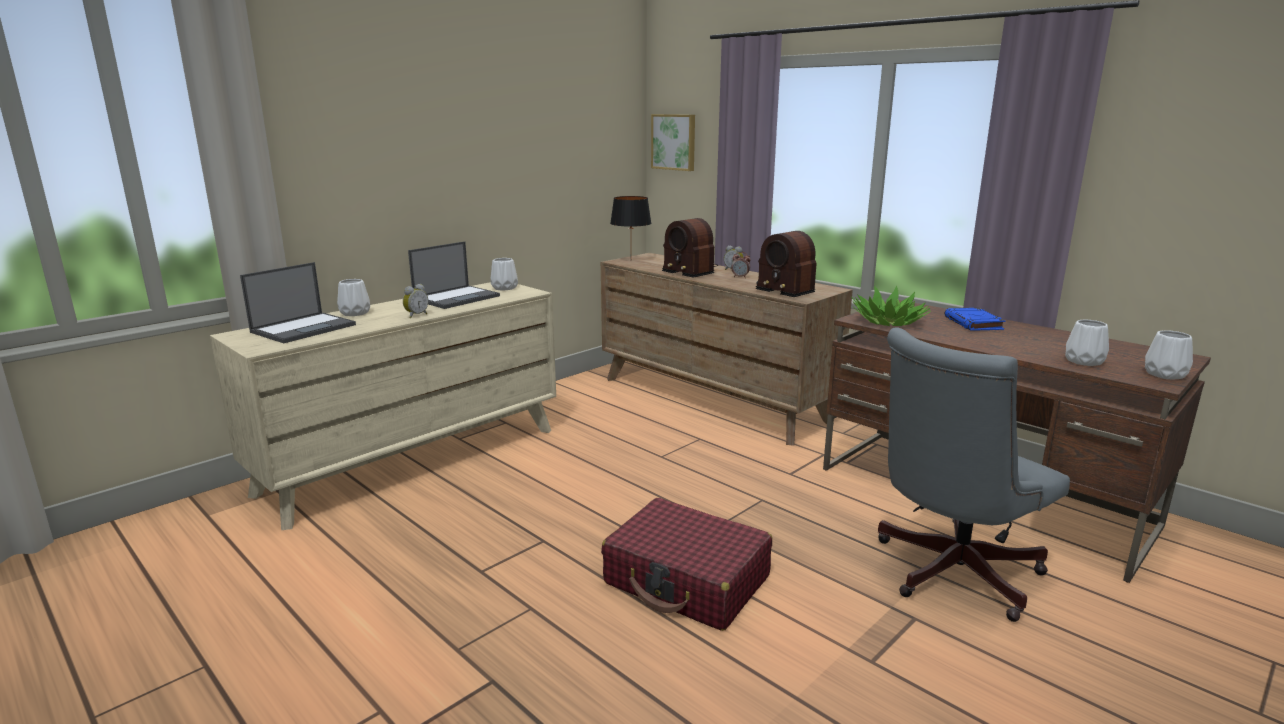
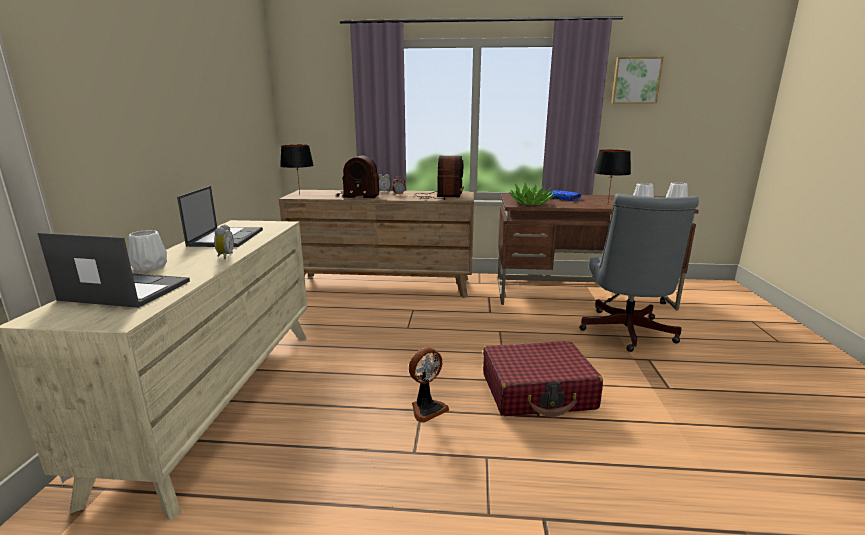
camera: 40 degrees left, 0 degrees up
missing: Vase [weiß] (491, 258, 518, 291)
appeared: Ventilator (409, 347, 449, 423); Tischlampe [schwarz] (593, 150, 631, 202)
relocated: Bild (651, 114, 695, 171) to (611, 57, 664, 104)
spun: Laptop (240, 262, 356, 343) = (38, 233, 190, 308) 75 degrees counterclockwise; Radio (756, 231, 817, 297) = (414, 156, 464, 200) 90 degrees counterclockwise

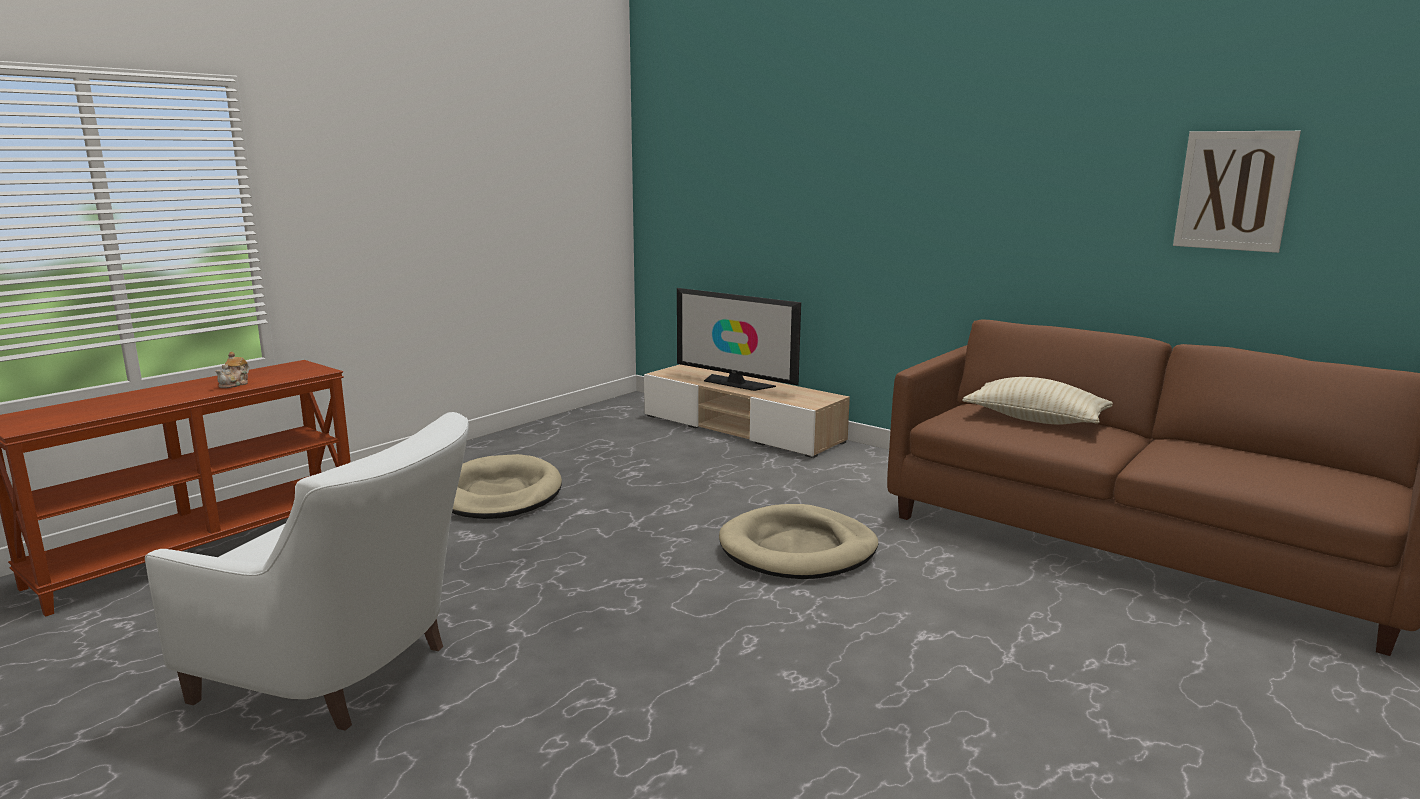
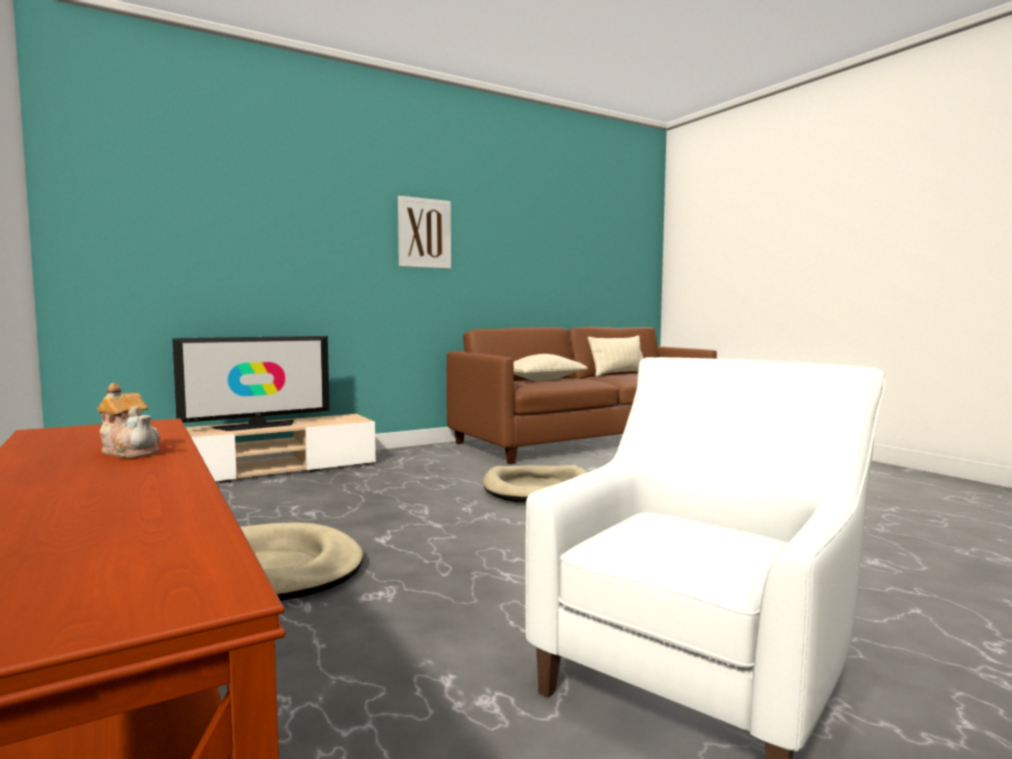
camera: 70 degrees left, 10 degrees down
appeared: Kissen [beige] (588, 336, 644, 377)
relocated: Bild (1173, 131, 1301, 253) to (398, 196, 451, 269)

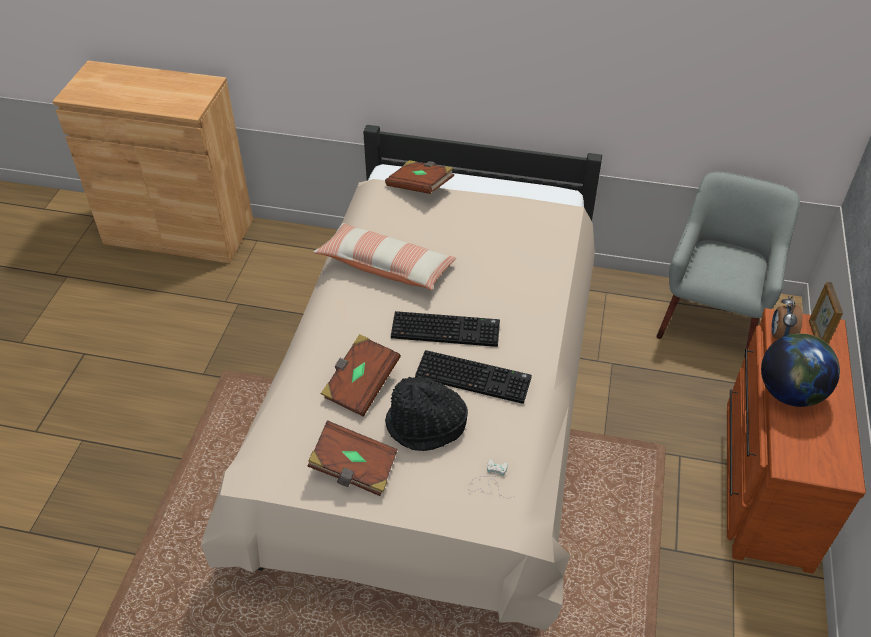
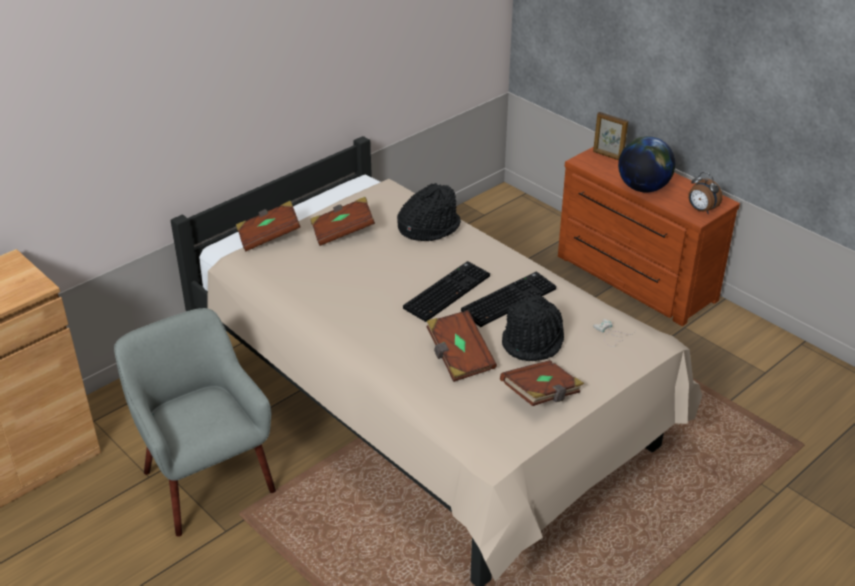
camera: 55 degrees left, 10 degrees down
missing: Kissen (313, 223, 456, 290)
appeared: Buch [braun] (310, 197, 375, 246); Hut [schwarz] (397, 183, 461, 241)
relocated: Sessel [grau] (656, 172, 800, 357) to (114, 308, 276, 537); Wecker (771, 296, 802, 339) to (688, 172, 723, 214)

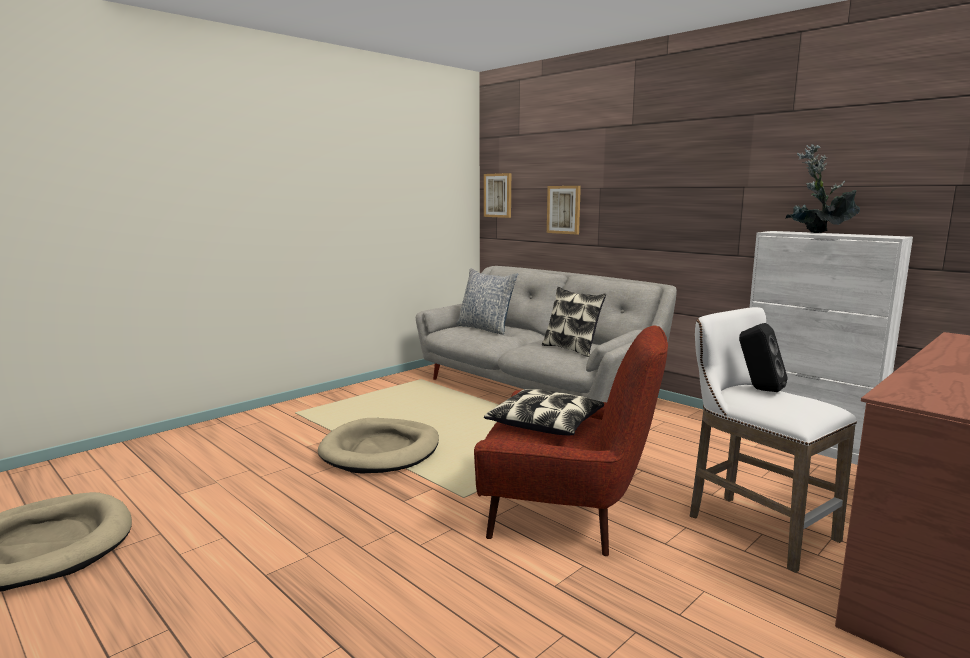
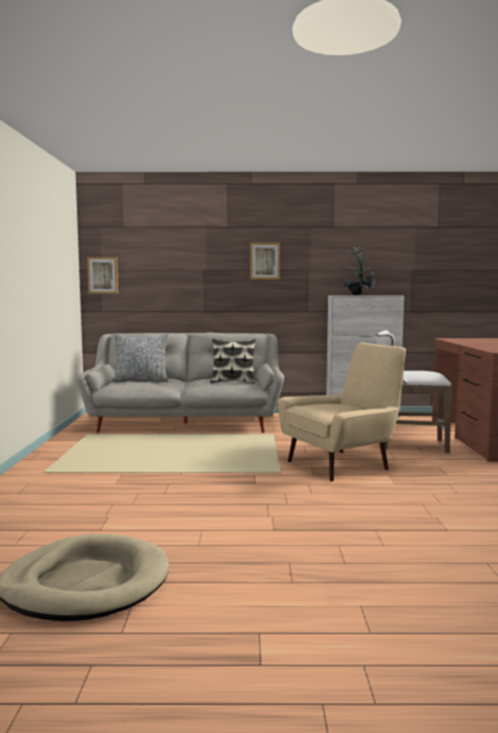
camera: 45 degrees left, 5 degrees down
missing: Hundebett [beige] (318, 418, 439, 474); Kissen (484, 389, 604, 435); Lautsprecher [schwarz] (739, 323, 787, 392)
relocated: Bild (547, 186, 581, 235) to (250, 243, 280, 279)
colour: Sessel [rot] (474, 325, 668, 556) to Sessel [beige] (278, 342, 406, 481)

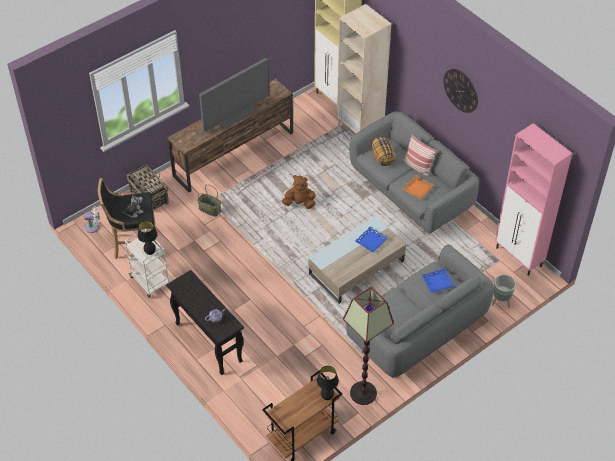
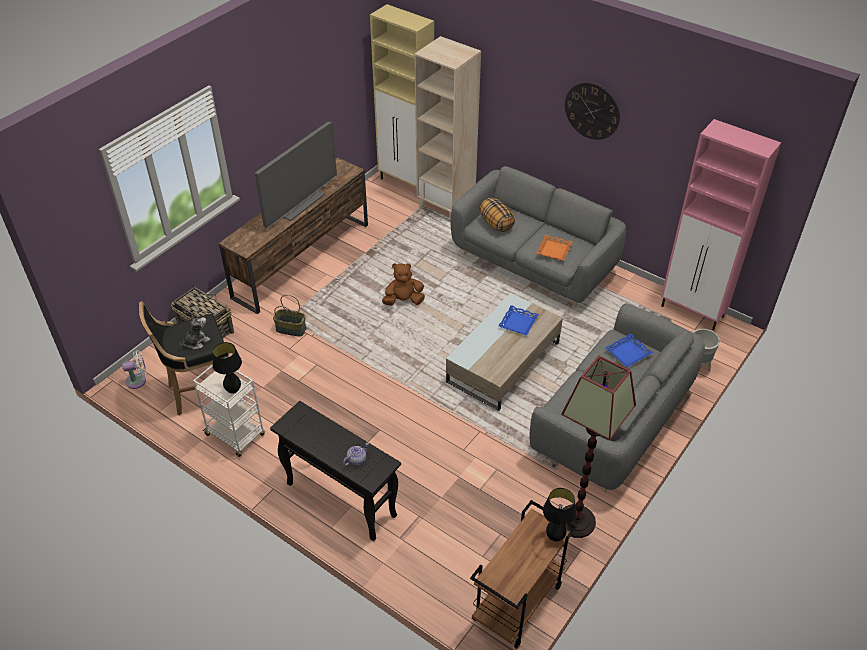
camera: 15 degrees left, 5 degrees down
missing: Kissen (402, 135, 437, 177)

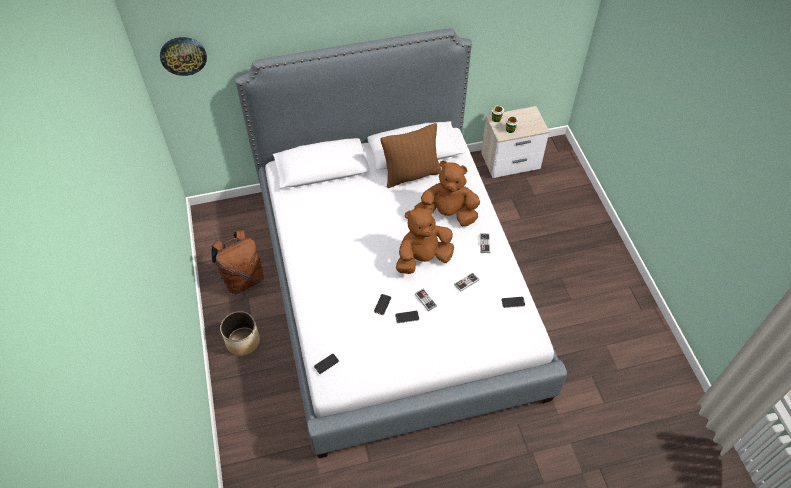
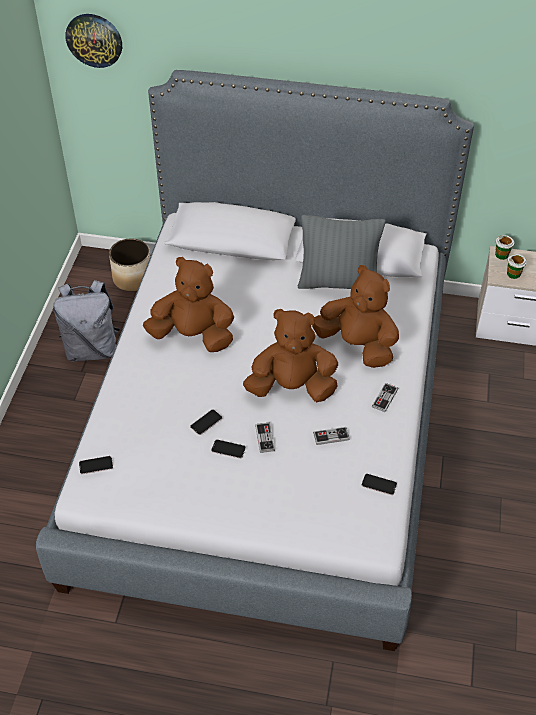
camera: 25 degrees right, 5 degrees down
appeared: Plüschtier [braun] (143, 257, 234, 352)
relocated: Pflanzkübel (220, 311, 260, 356) to (109, 238, 150, 291)
colour: Rucksack [braun] (211, 230, 264, 294) to Rucksack [grau] (53, 280, 120, 362); Kissen [braun] (380, 123, 442, 188) to Kissen [grau] (298, 215, 385, 289)

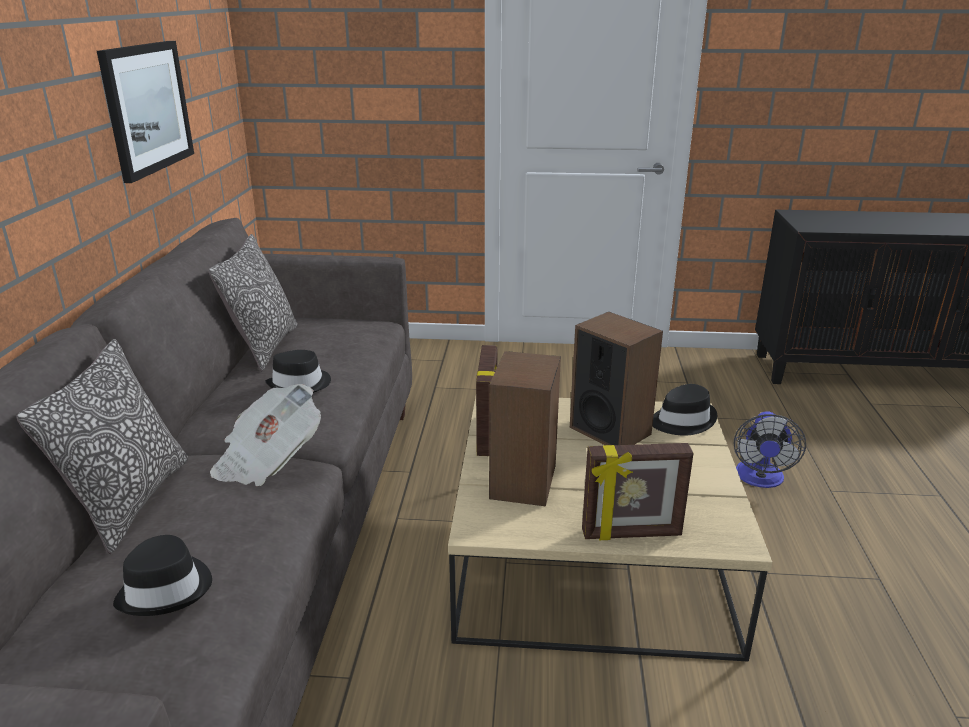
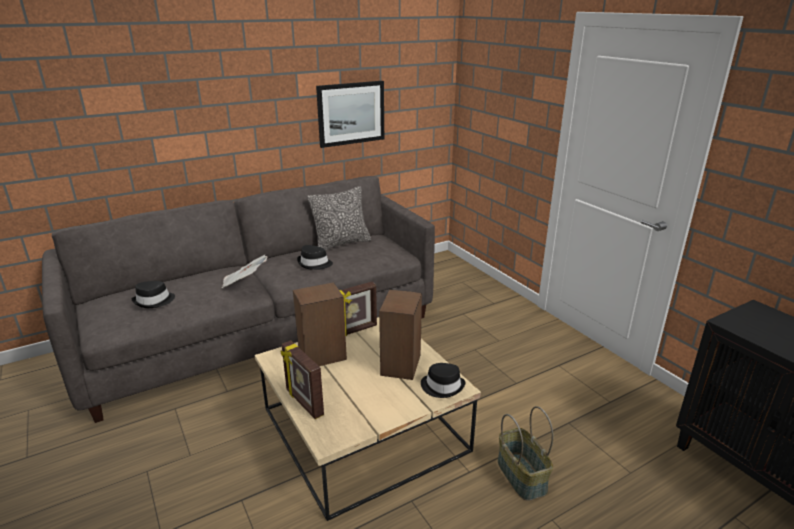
camera: 55 degrees right, 0 degrees up
missing: Kissen (16, 339, 188, 554)
exchanged: Ventilator (734, 411, 806, 488) to Korb (498, 406, 554, 501)

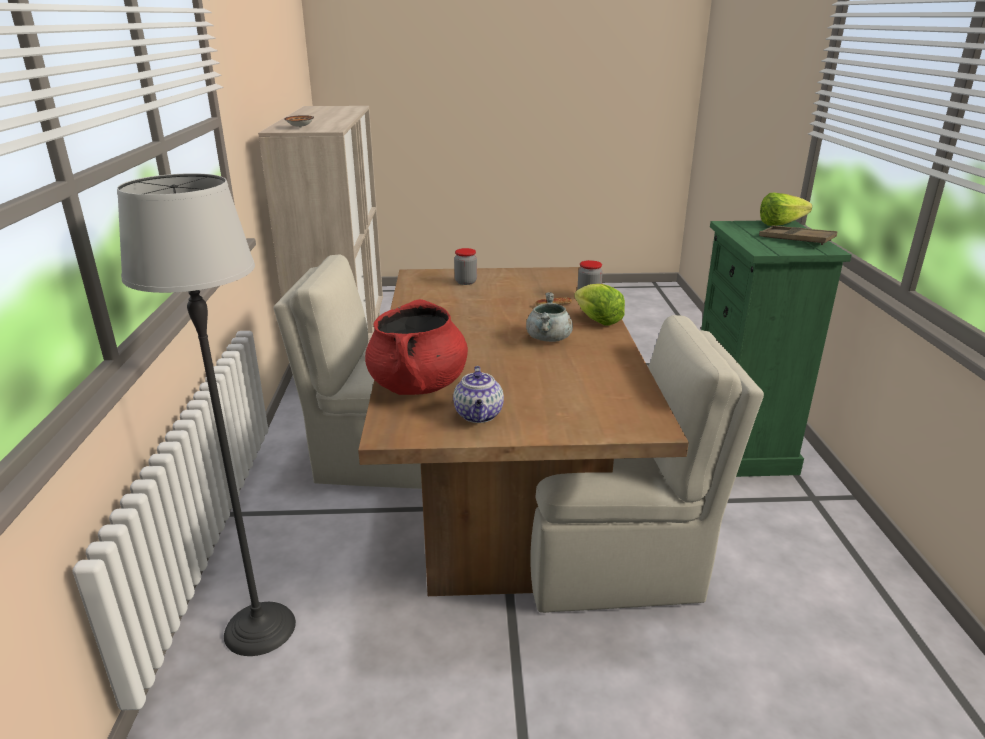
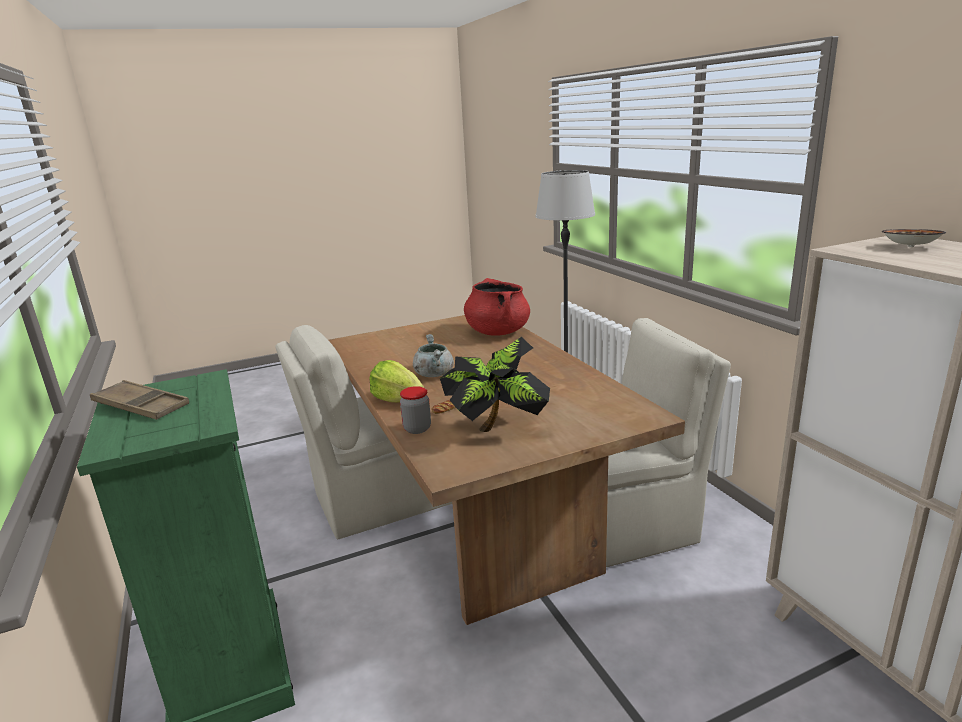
camera: 160 degrees right, 5 degrees down
missing: Teekanne (453, 366, 504, 423); Vorratsglas (454, 248, 477, 285); Salatkopf (760, 193, 812, 226)
appeared: Topfpflanze (440, 337, 550, 432)

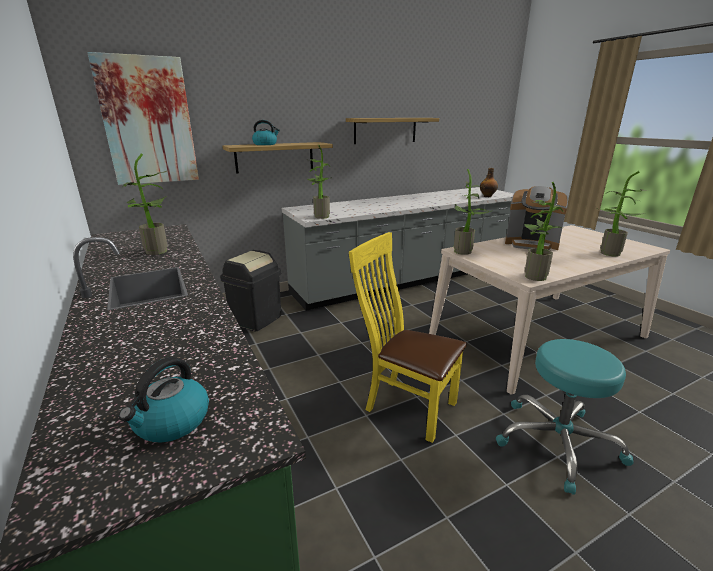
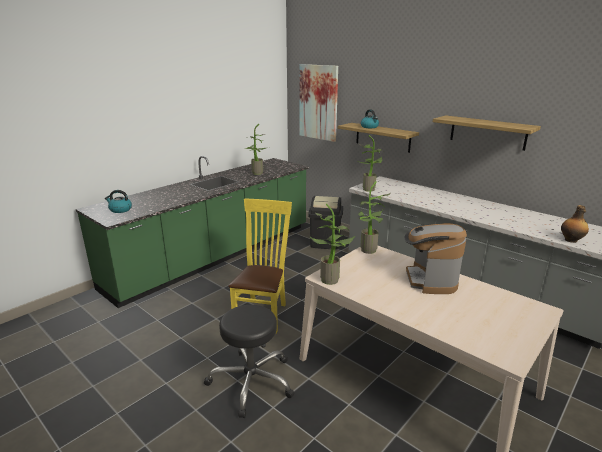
camera: 70 degrees right, 0 degrees up
missing: Topfpflanze (600, 171, 647, 257)
colour: Hocker [türkis] (496, 339, 634, 495) to Hocker [schwarz] (204, 305, 294, 418)

